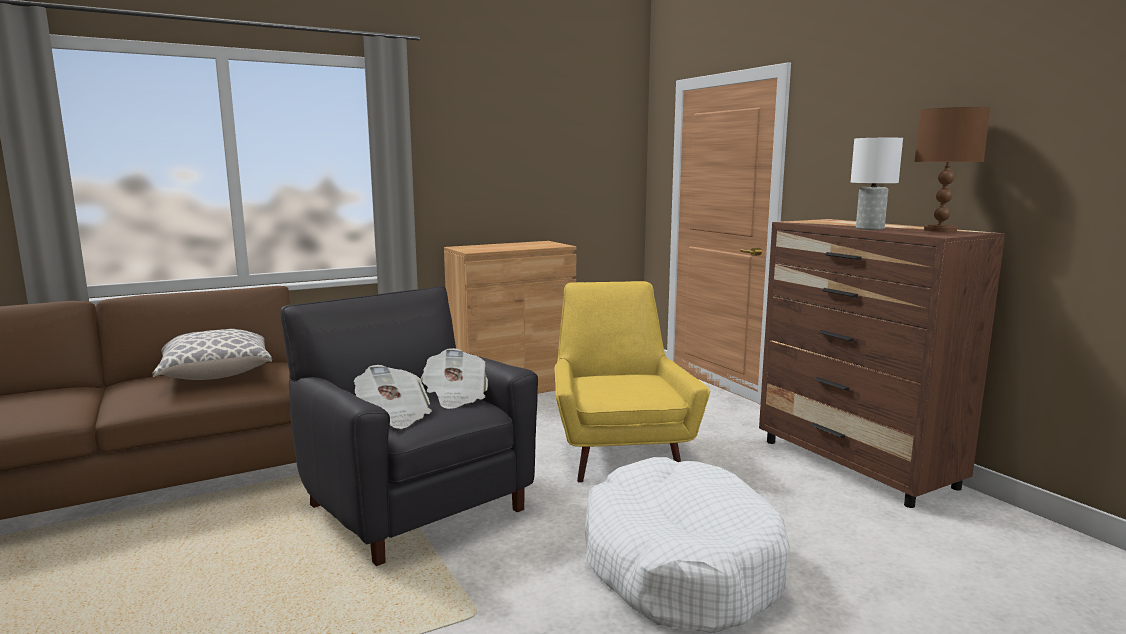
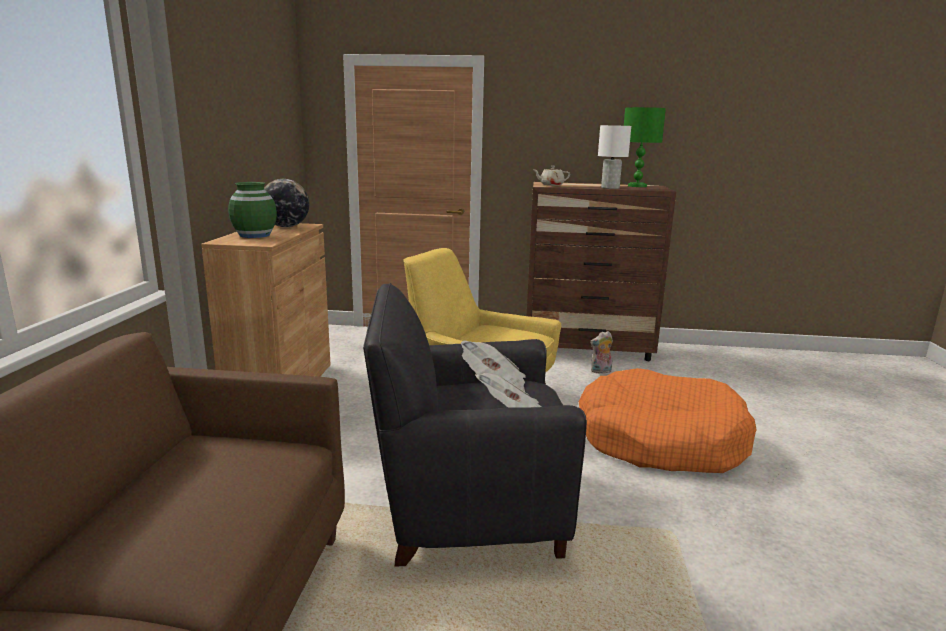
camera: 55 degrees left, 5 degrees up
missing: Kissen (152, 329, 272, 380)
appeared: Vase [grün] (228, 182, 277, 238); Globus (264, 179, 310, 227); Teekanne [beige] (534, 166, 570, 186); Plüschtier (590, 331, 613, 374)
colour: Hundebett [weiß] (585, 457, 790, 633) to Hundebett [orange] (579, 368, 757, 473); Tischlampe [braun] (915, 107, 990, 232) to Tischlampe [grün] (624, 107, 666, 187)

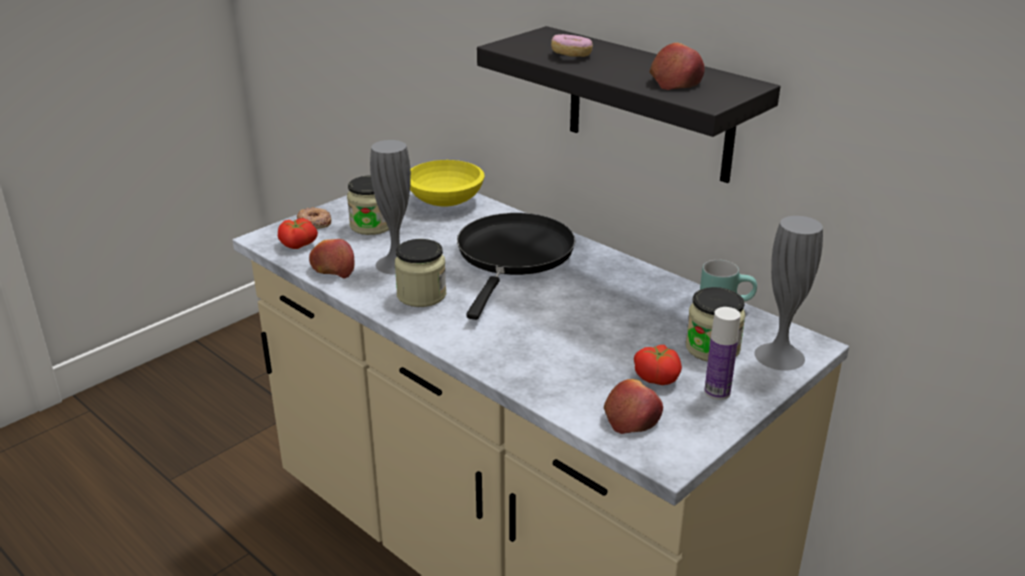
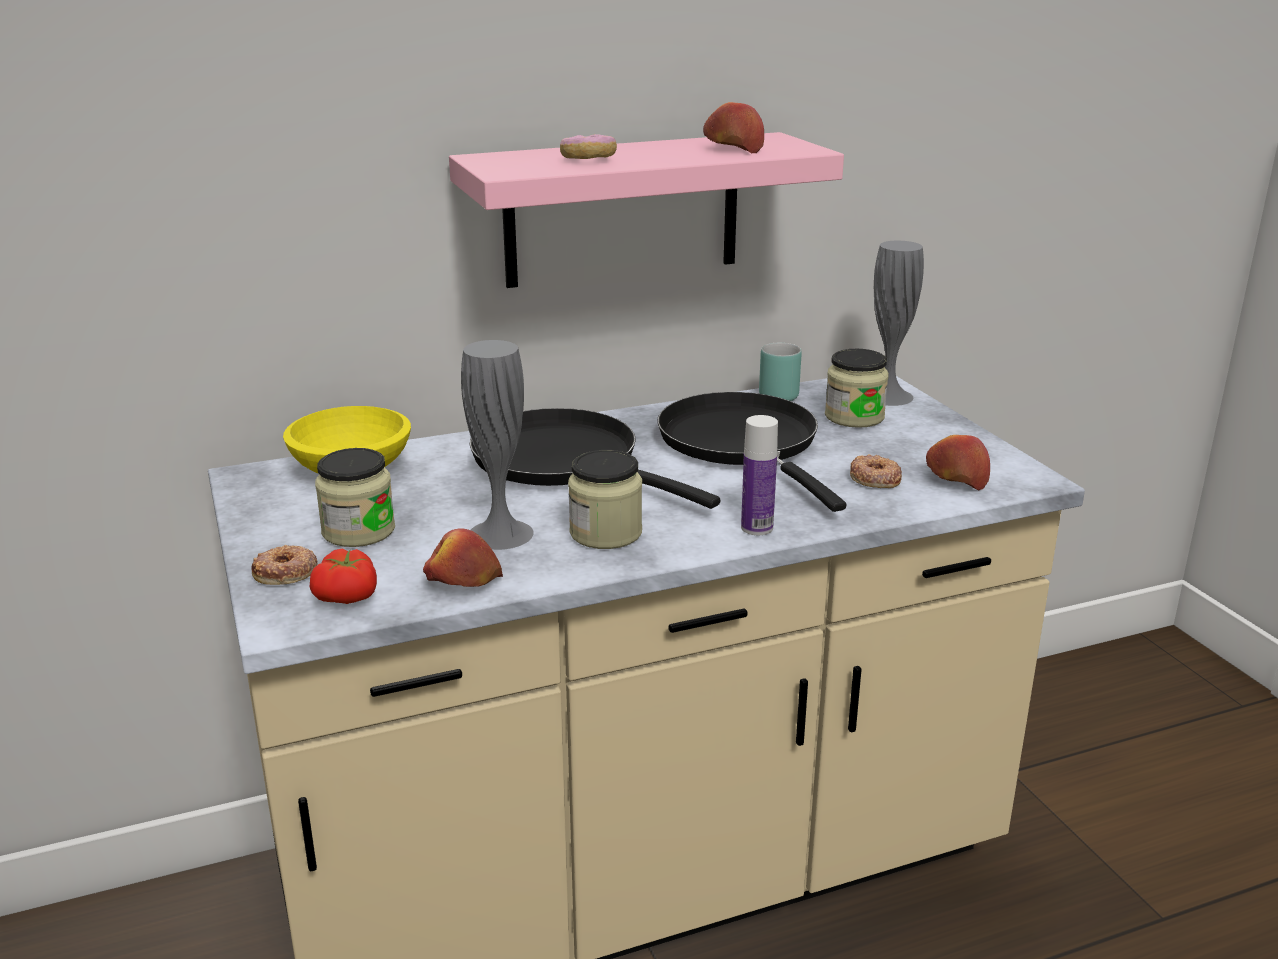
camera: 65 degrees left, 5 degrees down
missing: Tomate (634, 345, 682, 385)
appeared: Pfanne [schwarz] (657, 392, 846, 512); Donut (850, 454, 902, 488)
relocated: Flasche (704, 307, 741, 400) to (741, 415, 778, 535)
colour: Wandregal [schwarz] (477, 26, 780, 183) to Wandregal [rosa] (449, 132, 844, 288)

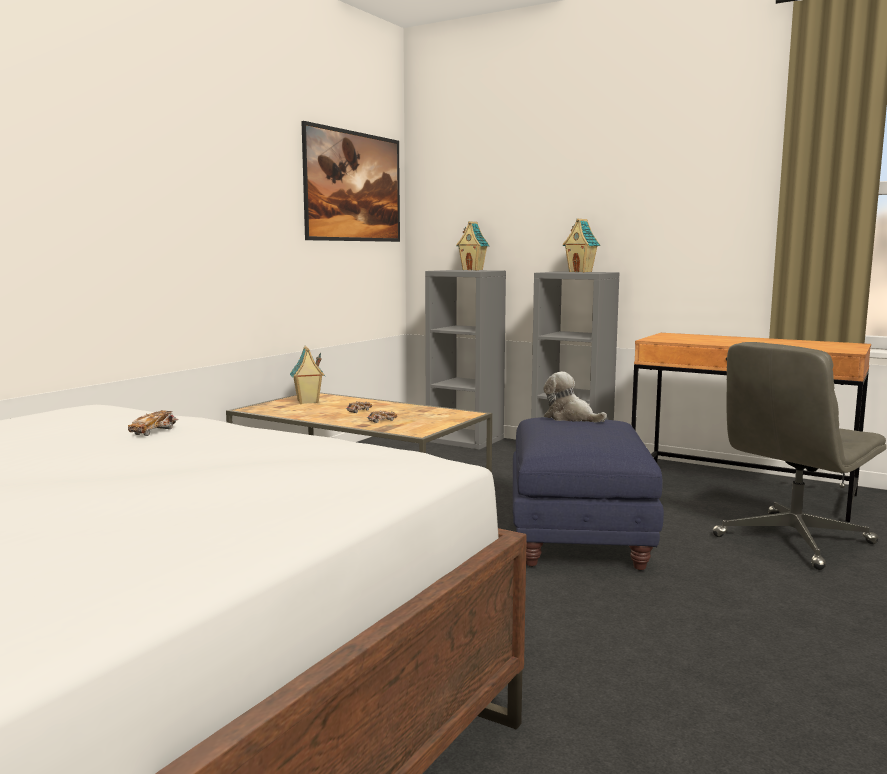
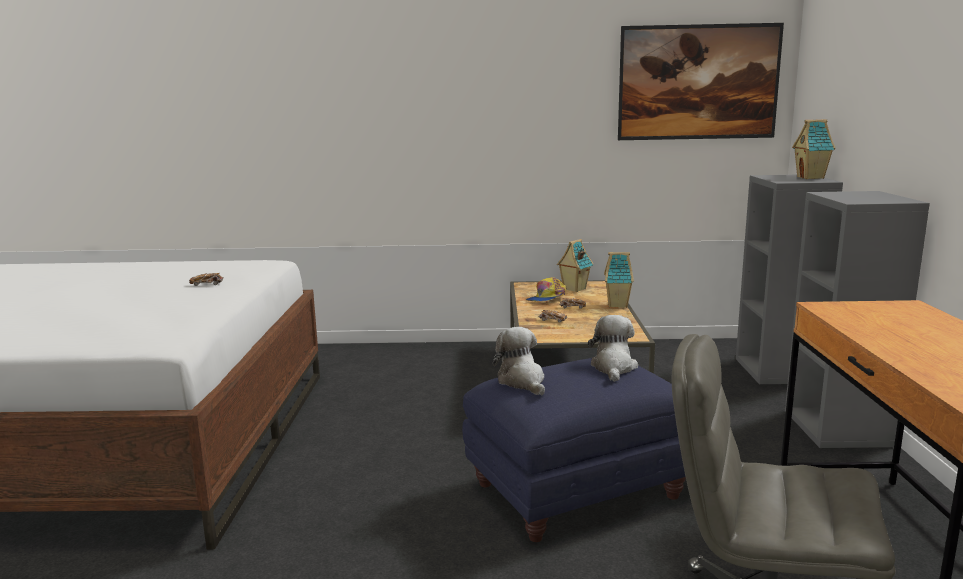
camera: 60 degrees right, 5 degrees up
appeared: Plüschtier (493, 327, 545, 395); Kappe (526, 277, 566, 301)
relocated: Spielzeughaus (562, 218, 600, 272) to (604, 252, 634, 308)

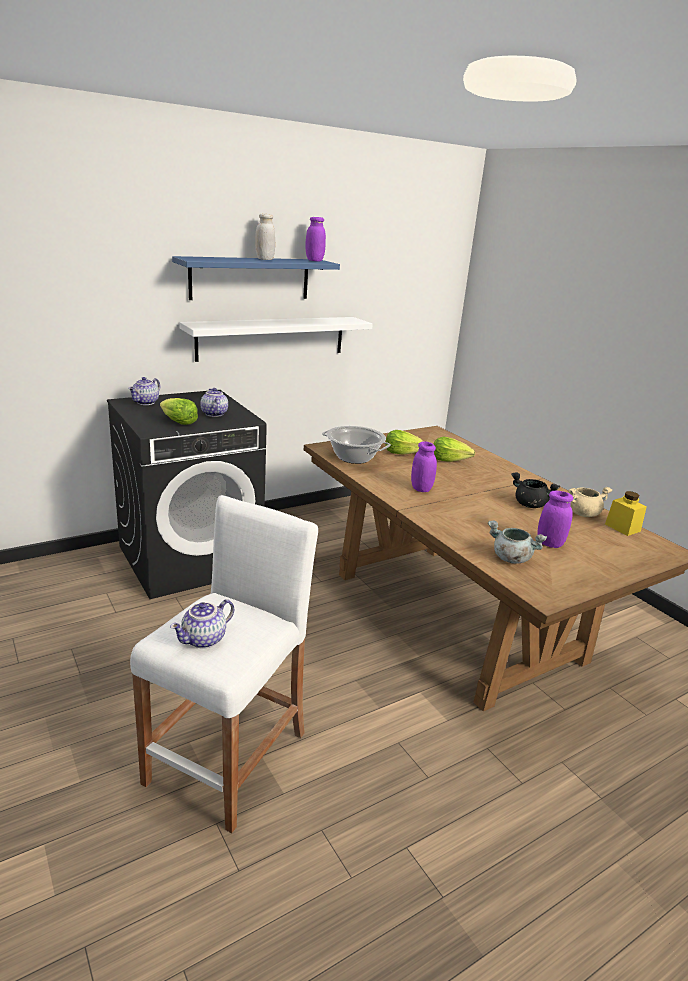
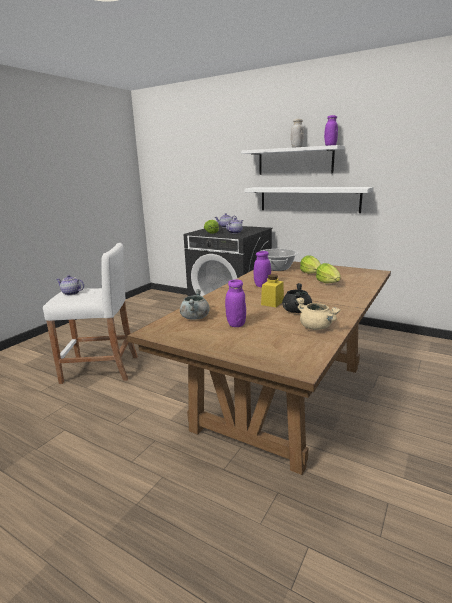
camera: 65 degrees right, 5 degrees down
relocated: Vorratsglas [gelb] (605, 491, 647, 536) to (261, 274, 284, 307)
colour: Wandregal [blau] (172, 256, 340, 300) to Wandregal [weiß] (241, 145, 345, 175)

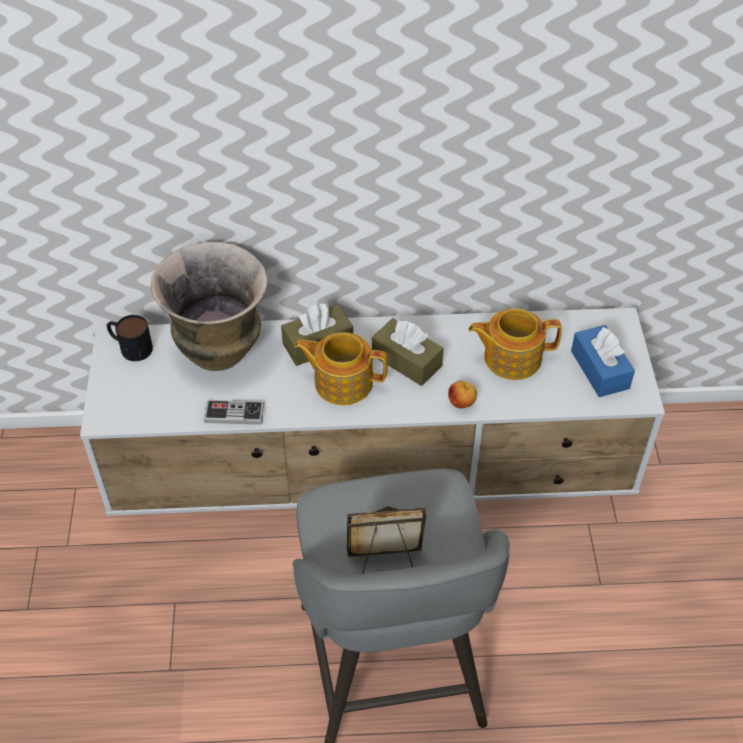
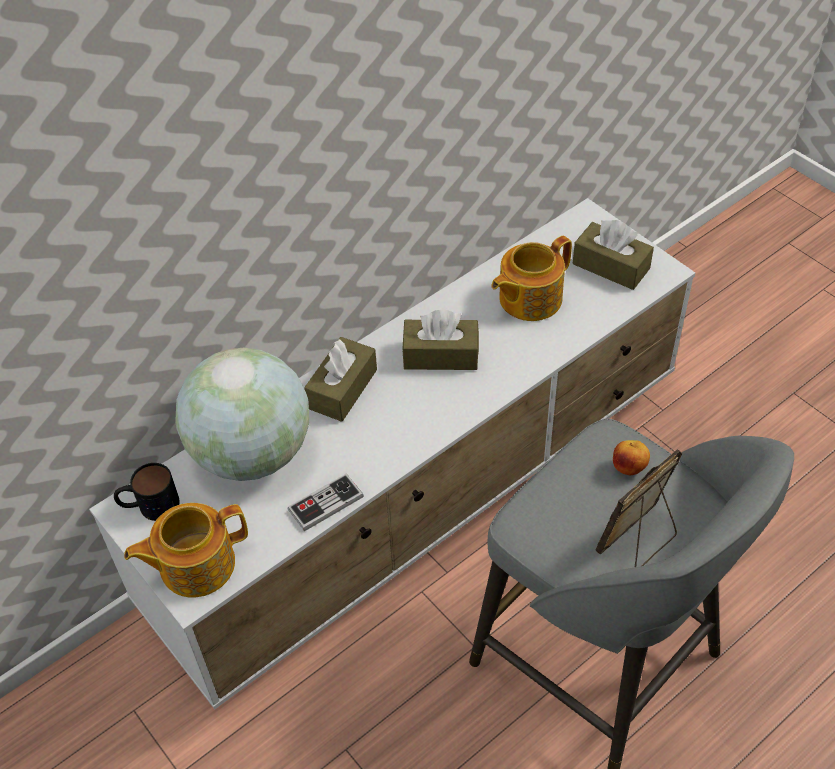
camera: 35 degrees left, 0 degrees up
relocated: Teekanne (294, 332, 388, 405) to (124, 503, 248, 598); Apfel (448, 381, 477, 408) to (613, 440, 650, 475)
exchanged: Vase (151, 241, 267, 371) to Globus (175, 348, 309, 481)
colour: Taschentuchbox [blau] (571, 325, 635, 397) to Taschentuchbox [braun] (573, 220, 654, 290)

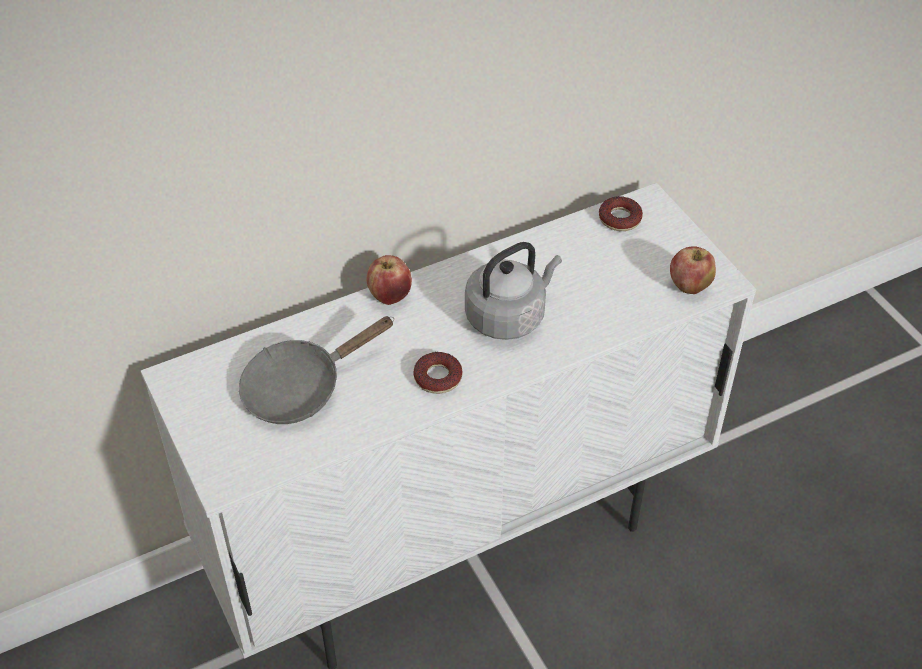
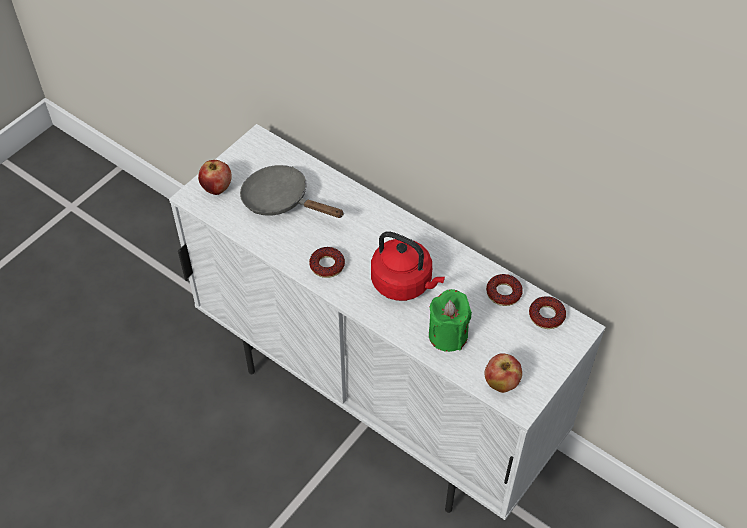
camera: 65 degrees right, 5 degrees up
appeared: Kerze [grün] (429, 289, 472, 352); Donut (486, 274, 523, 306)
relocated: Apfel (366, 255, 412, 305) to (198, 160, 232, 195)
colour: Wasserkessel [grau] (465, 242, 562, 340) to Wasserkessel [rot] (371, 231, 445, 301)

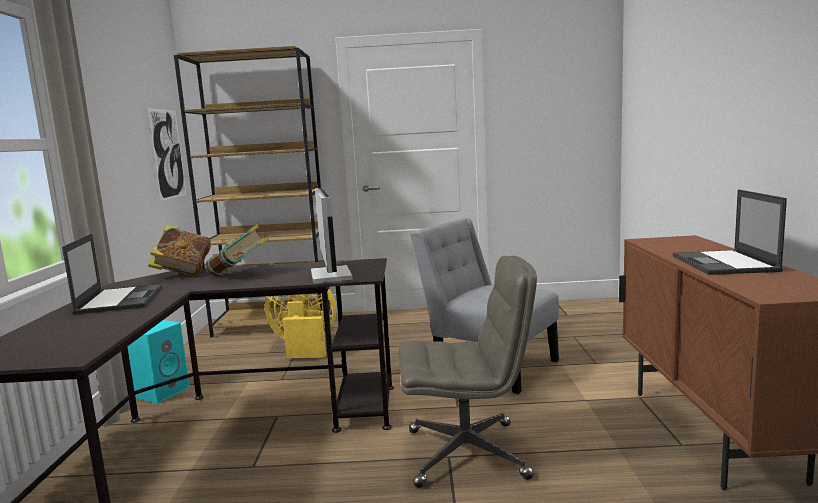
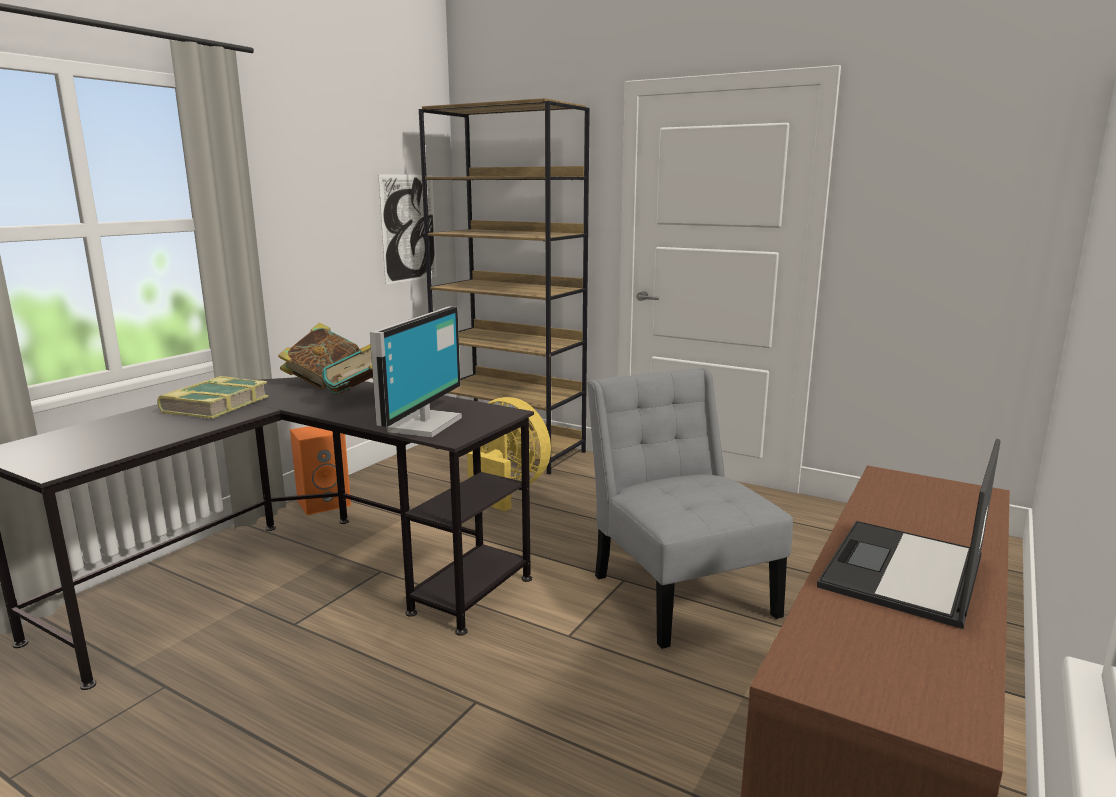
camera: 30 degrees right, 5 degrees up
missing: Bürostuhl [grau] (398, 256, 537, 488)
exchanged: Laptop (62, 233, 162, 315) to Buch (157, 376, 269, 419)
colour: Lautsprecher [türkis] (127, 320, 190, 404) to Lautsprecher [orange] (290, 426, 351, 515)

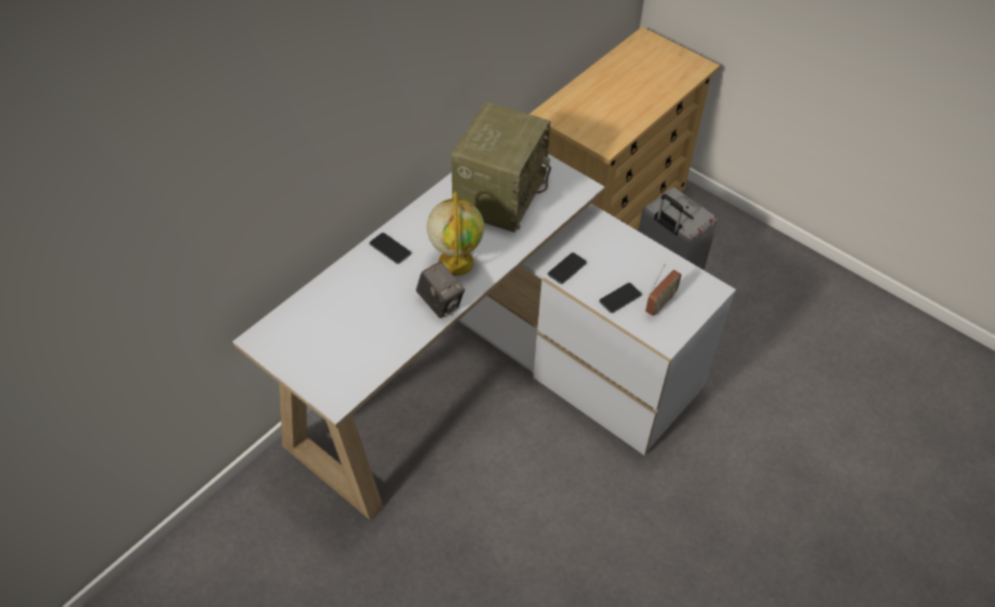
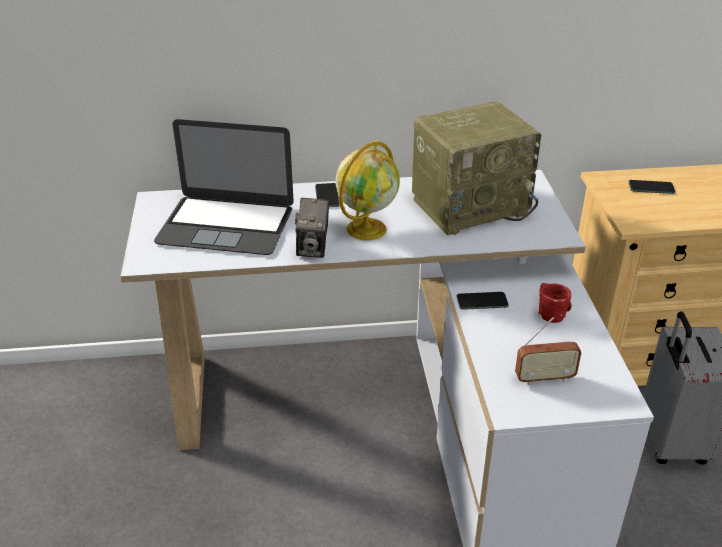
camera: 45 degrees right, 15 degrees down
appeared: Laptop (154, 119, 294, 255); Henkelbecher [rot] (538, 283, 572, 323)
relocated: Handy (599, 283, 642, 313) to (628, 180, 675, 194)

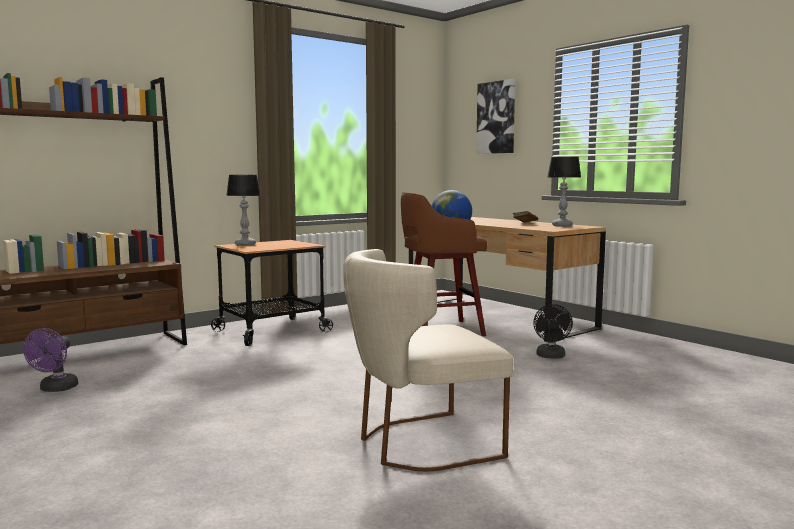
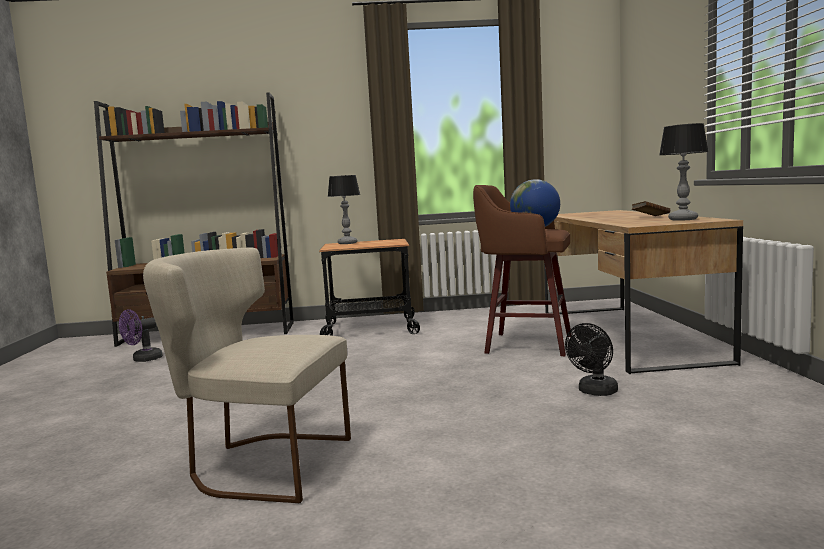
camera: 35 degrees right, 0 degrees up
missing: Bild (476, 79, 515, 154)

